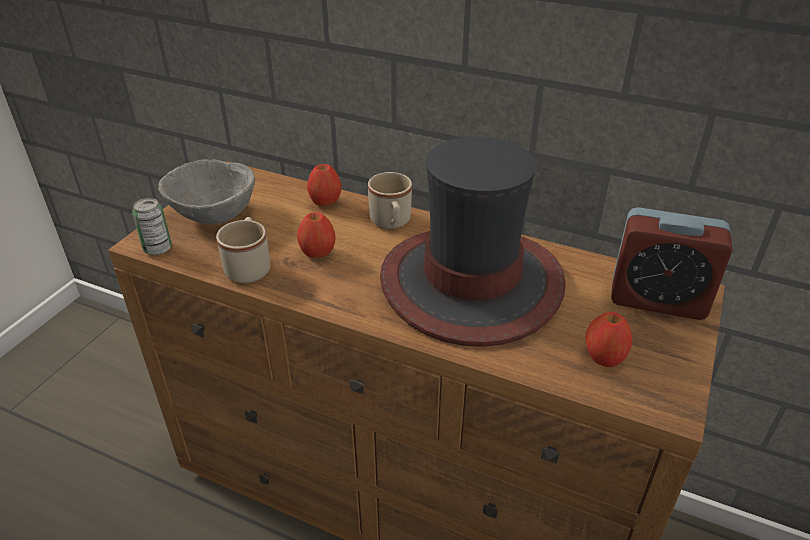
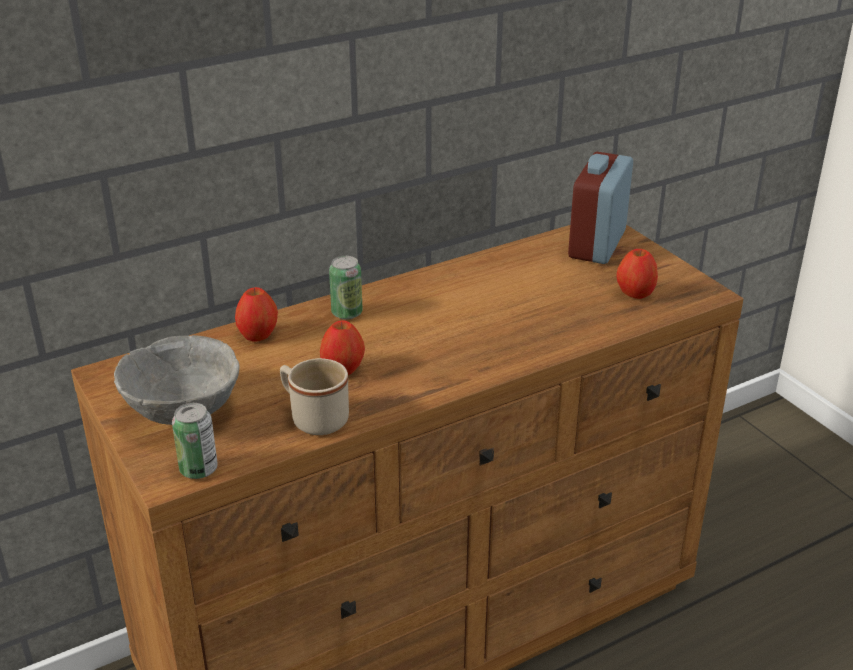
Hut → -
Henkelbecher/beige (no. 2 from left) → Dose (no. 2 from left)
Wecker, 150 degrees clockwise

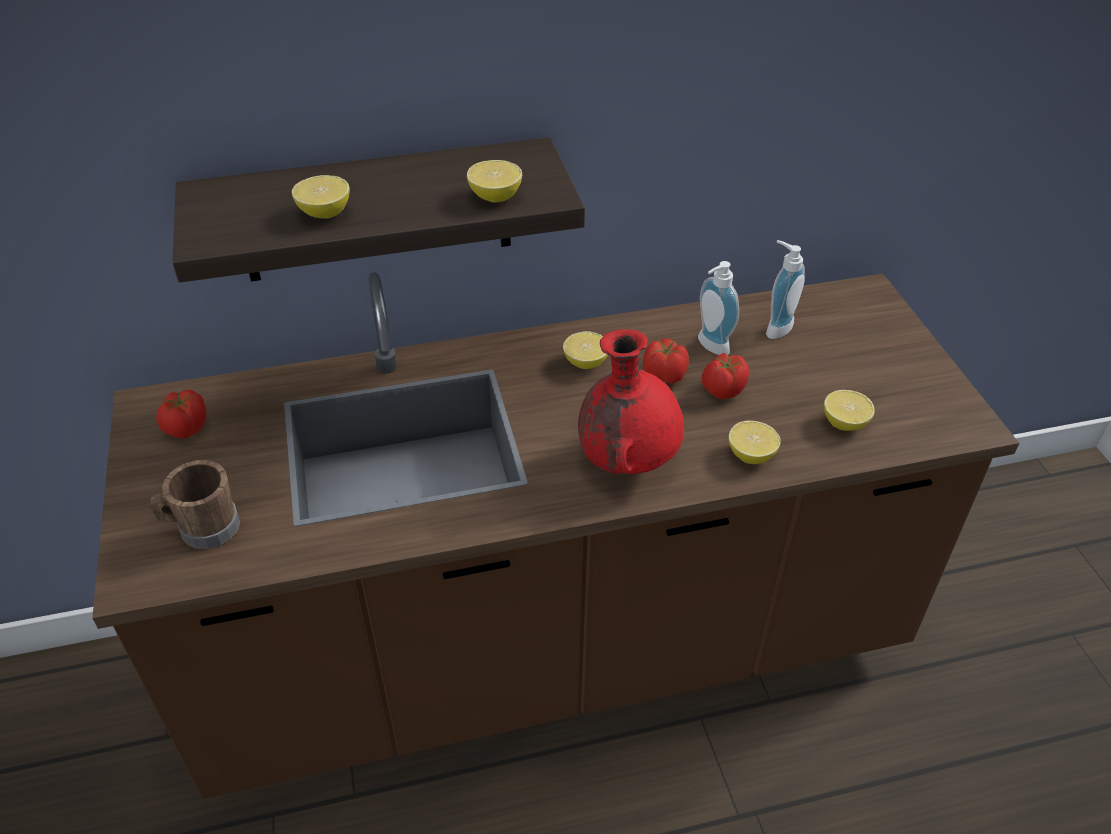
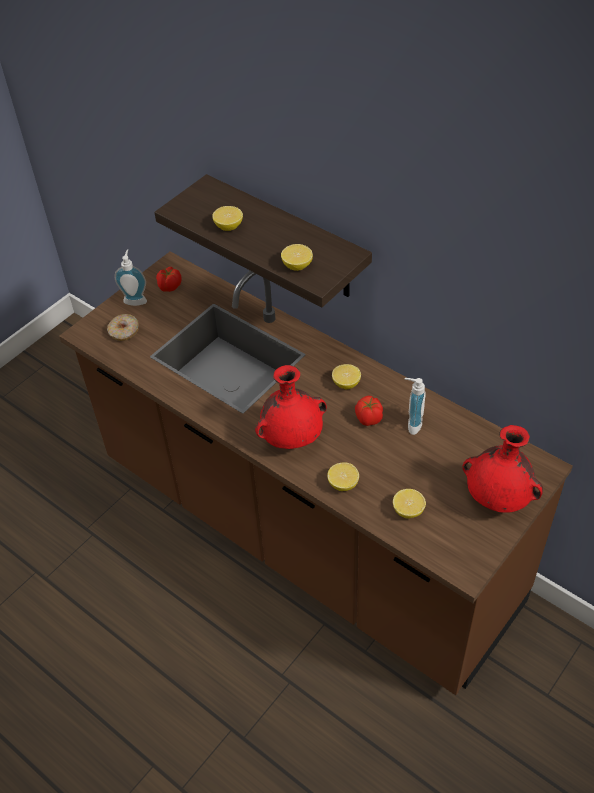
Tomate (no. 3 from left) → -
- → Vase/rot (no. 2 from left)
Seifenspender (no. 2 from left in the first image) → Seifenspender (no. 1 from left), relocated
Henkelbecher/braun → Donut

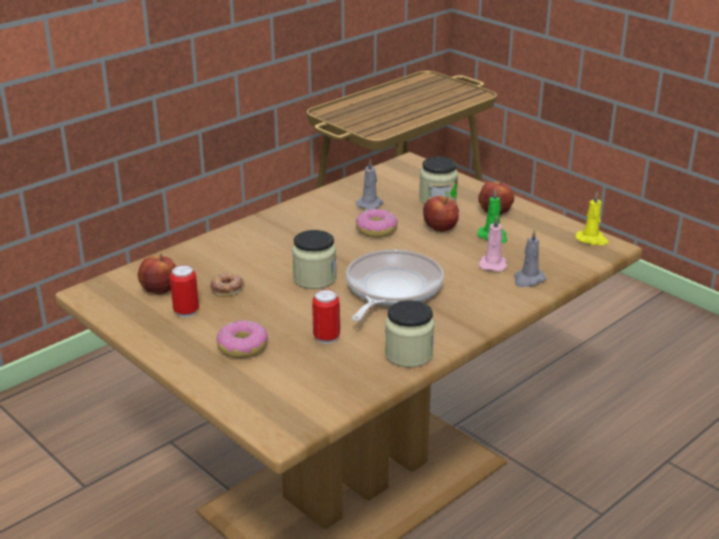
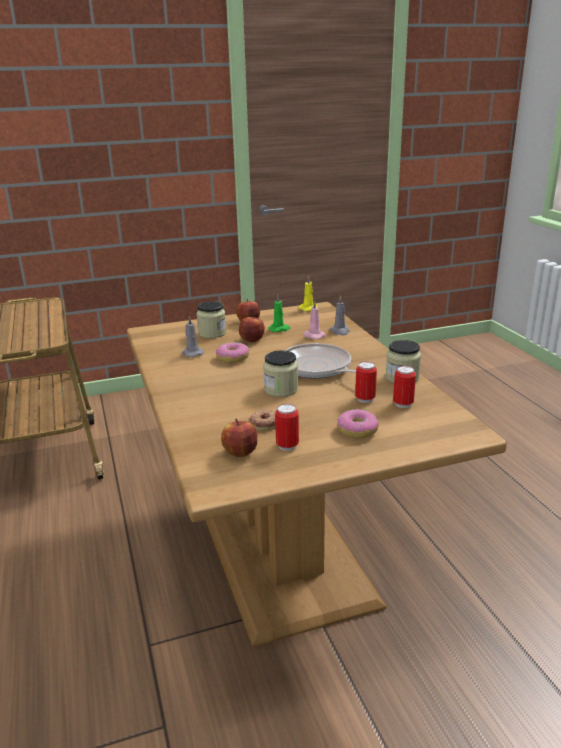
- → Dose (no. 3 from left)

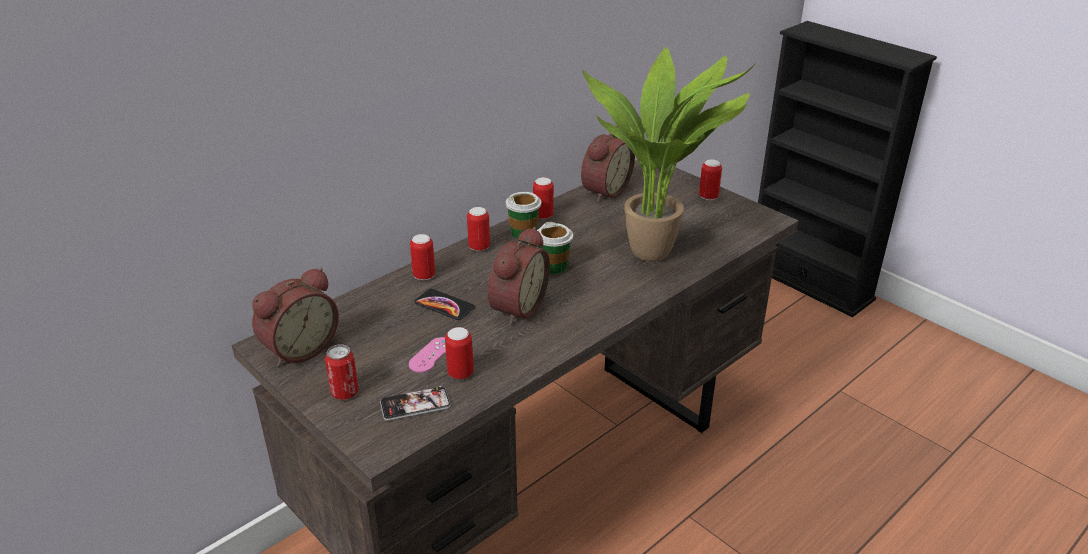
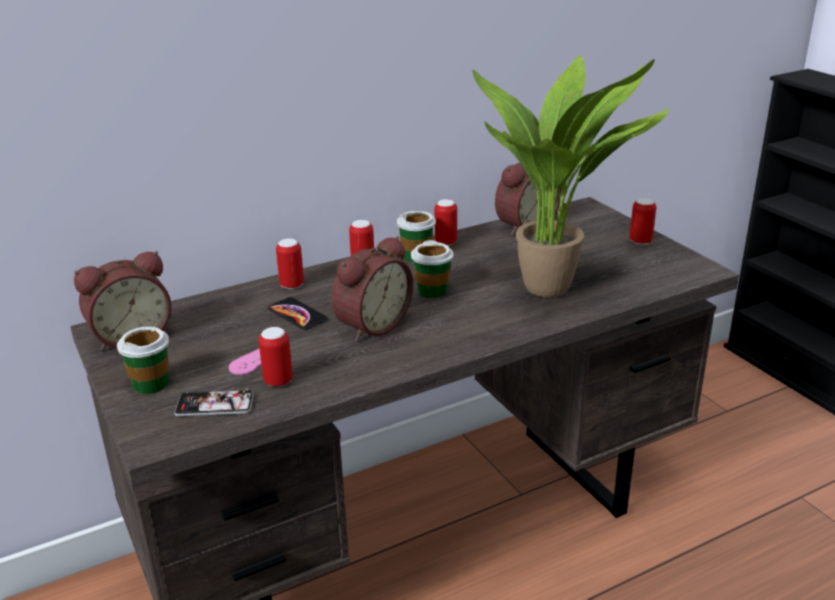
Dose (no. 1 from left) → Tasse (no. 1 from left)

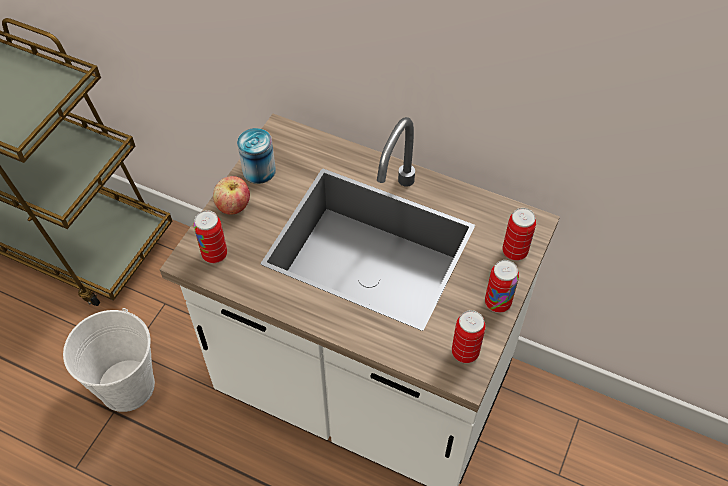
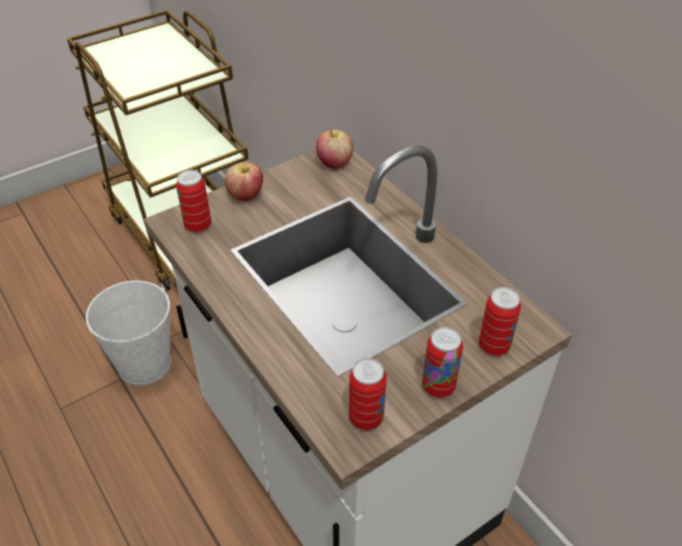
Dose (no. 2 from left) → -
- → Apfel (no. 2 from left)

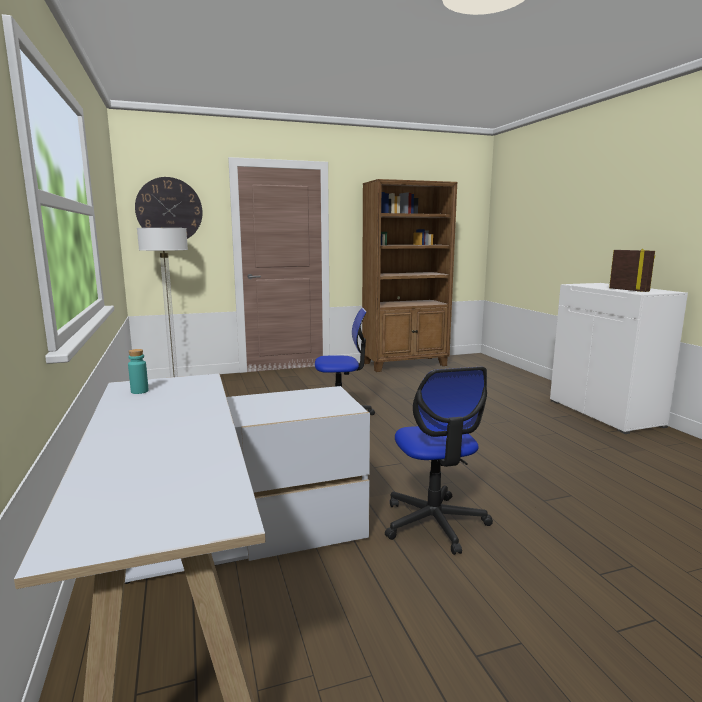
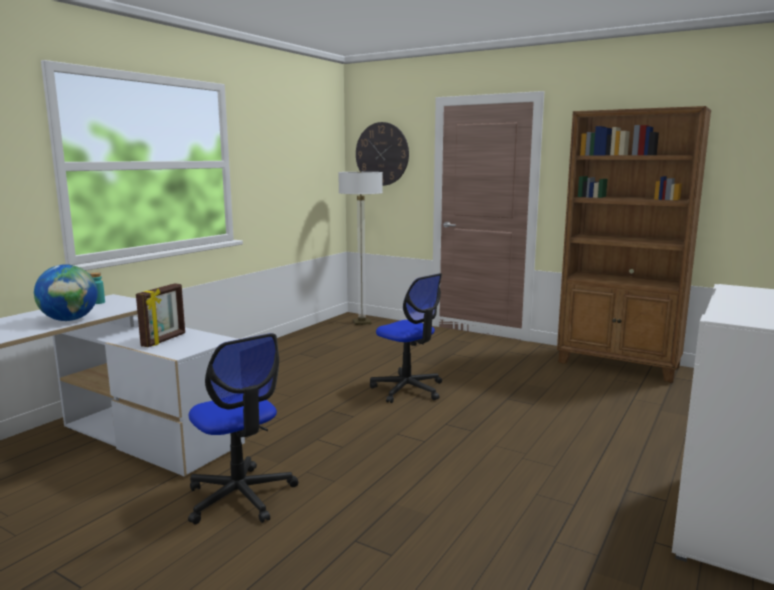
- → Globus
Bilderrahmen, relocated
Bürostuhl (no. 2 from left in the first image) → Bürostuhl (no. 1 from left), 75 degrees counterclockwise

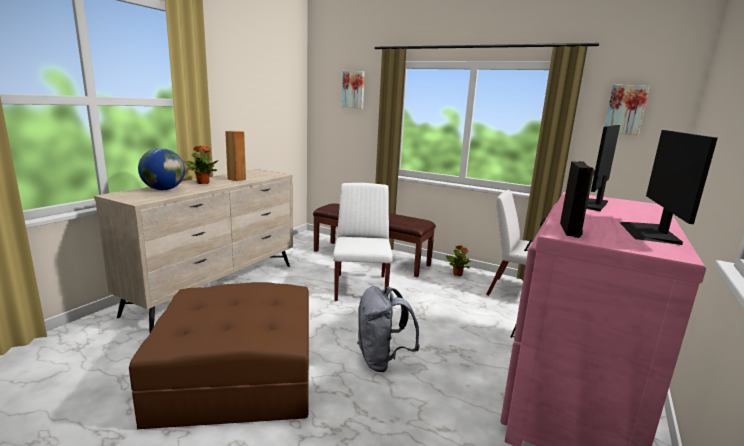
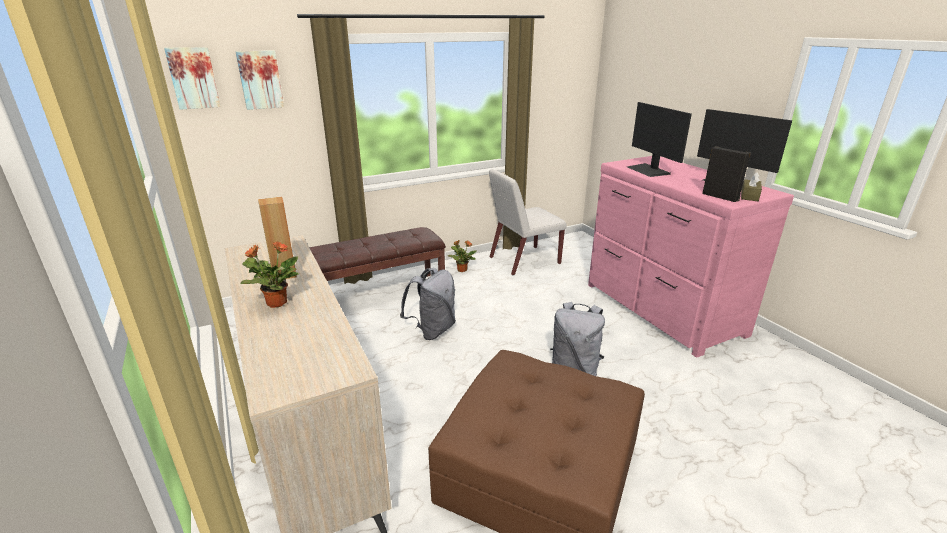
Globus → -
- → Taschentuchbox/braun
Bild (no. 2 from left in the first image) → Bild (no. 1 from left), relocated
Stuhl/weiß (no. 1 from left) → Rucksack/grau (no. 1 from left)

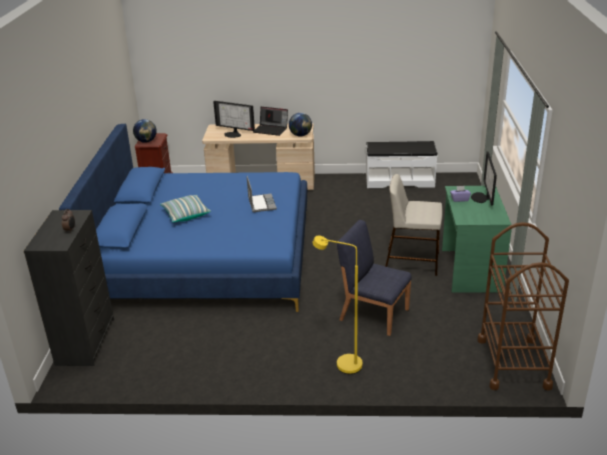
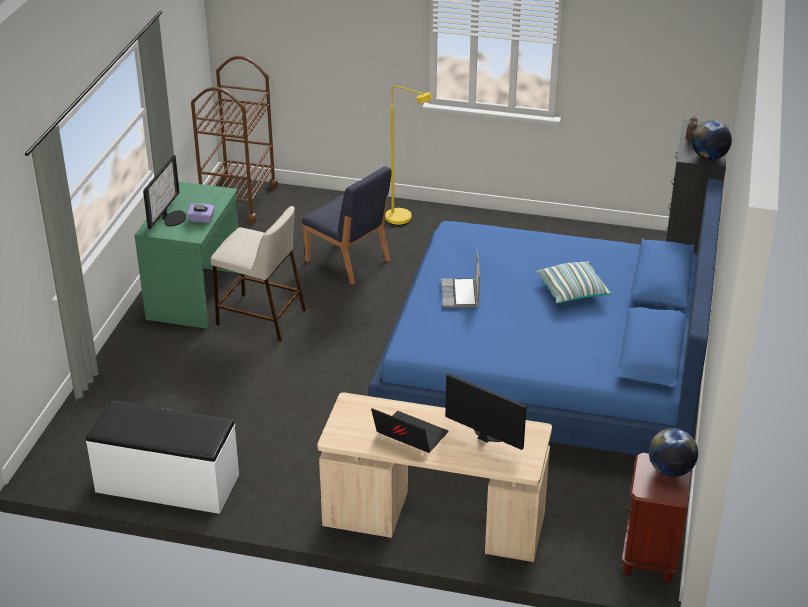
Globus (no. 2 from left), relocated

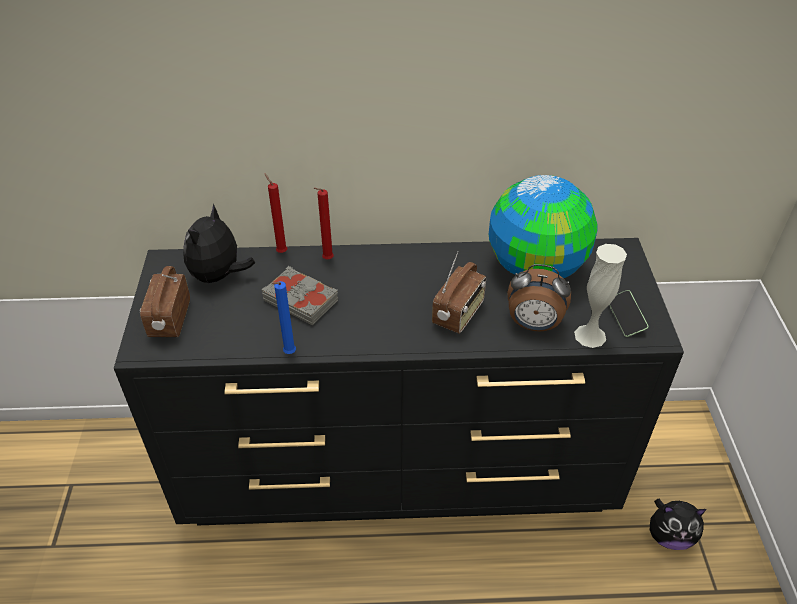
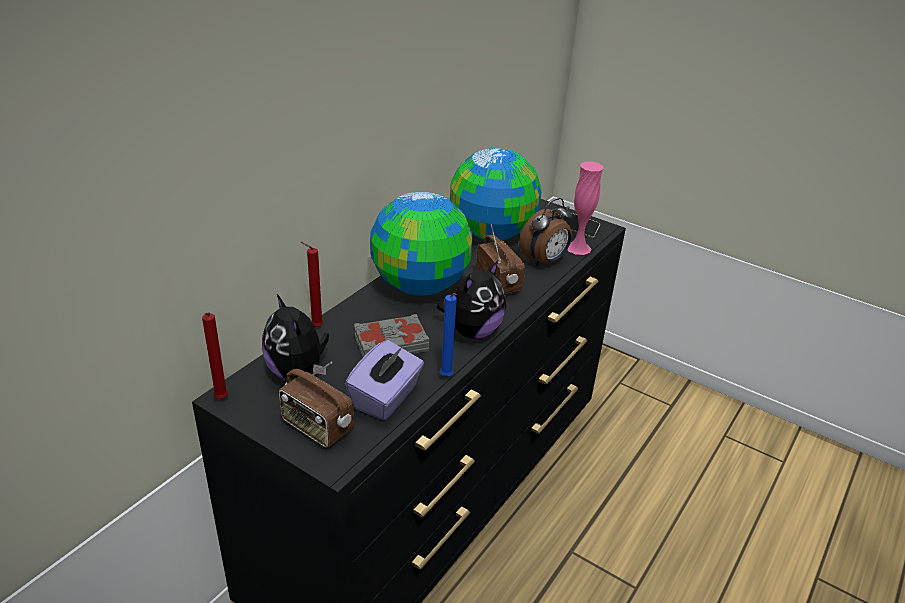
- → Taschentuchbox/lila
- → Globus (no. 1 from left)
Kerze/rot (no. 2 from left in the first image) → Kerze/rot (no. 1 from left), relocated
Plüschtier (no. 2 from left), relocated
Vase/weiß → Vase/rosa

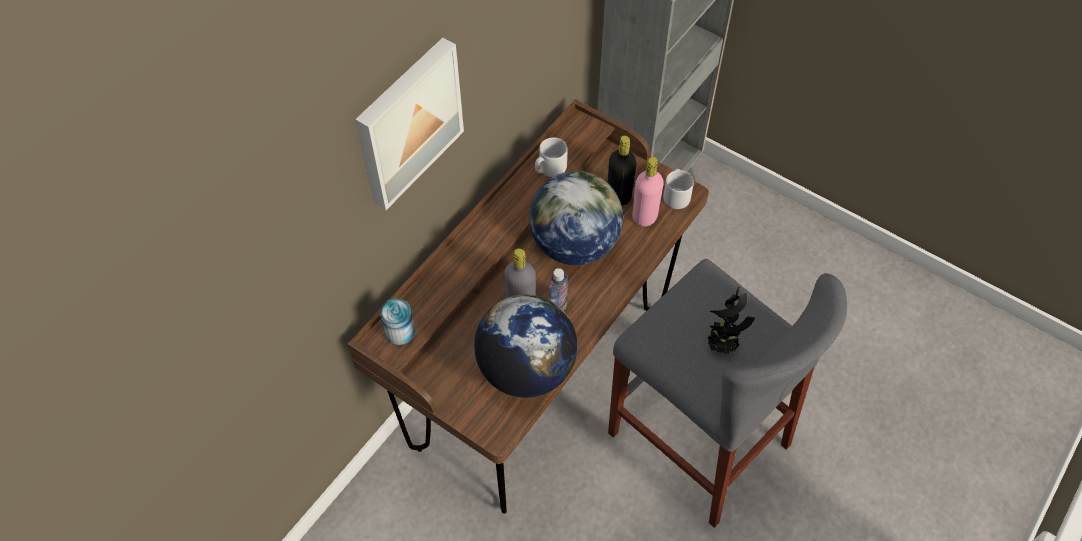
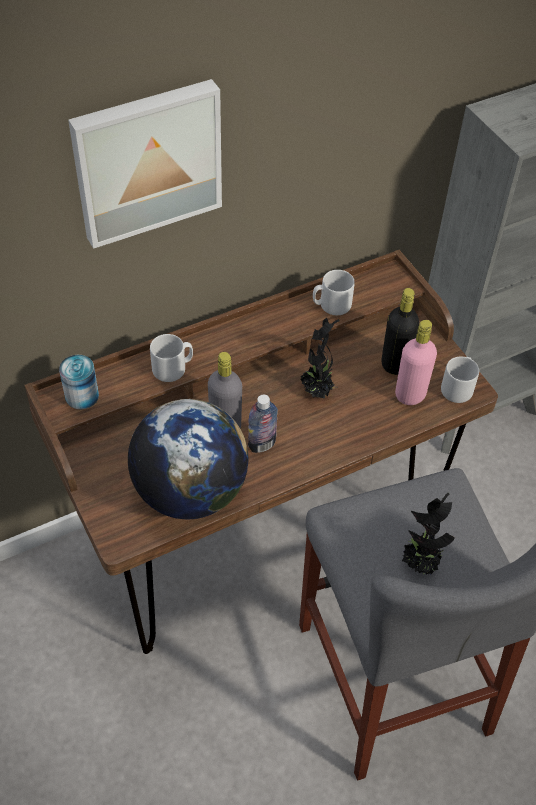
- → Henkelbecher/grau (no. 1 from left)
Globus (no. 2 from left) → Topfpflanze (no. 1 from left)

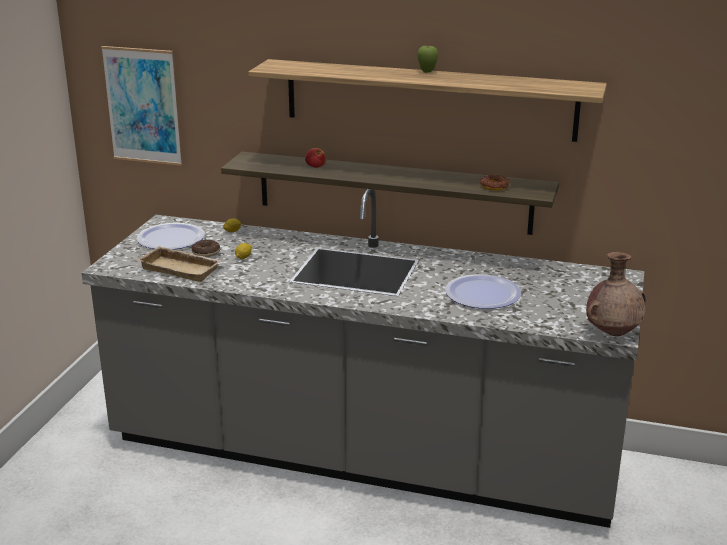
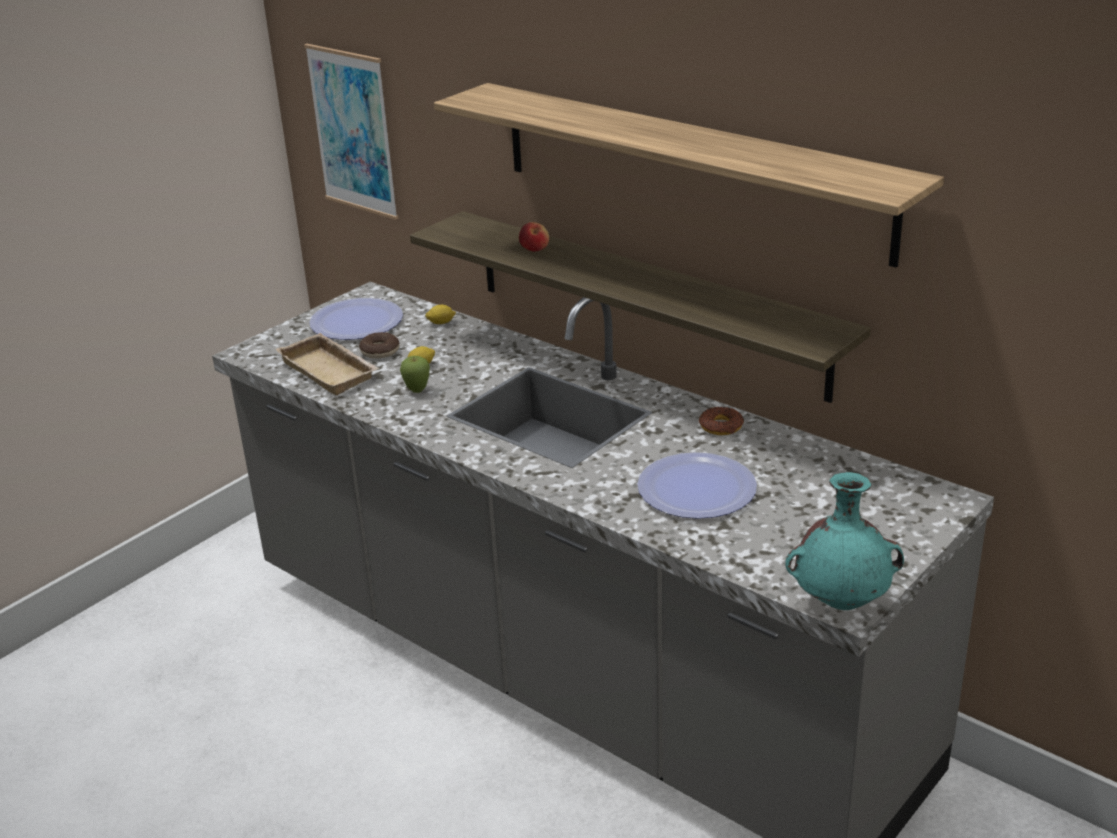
Apfel (no. 2 from left in the first image) → Apfel (no. 1 from left), relocated
Donut (no. 2 from left), relocated
Vase/braun → Vase/türkis

